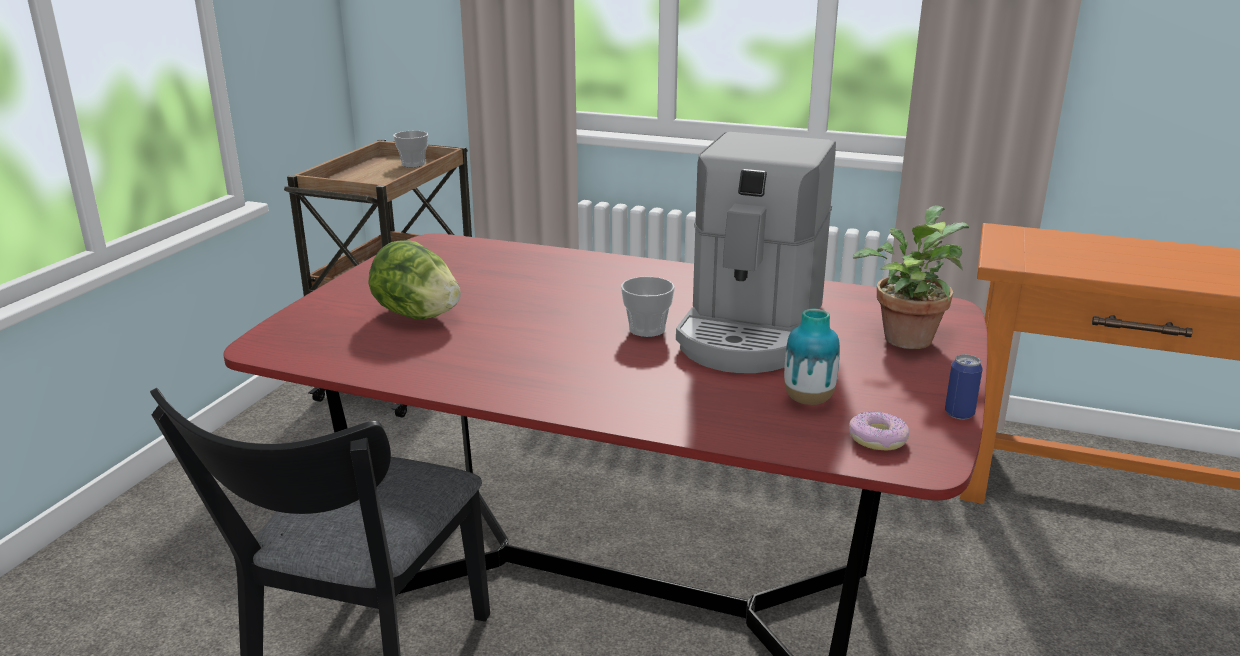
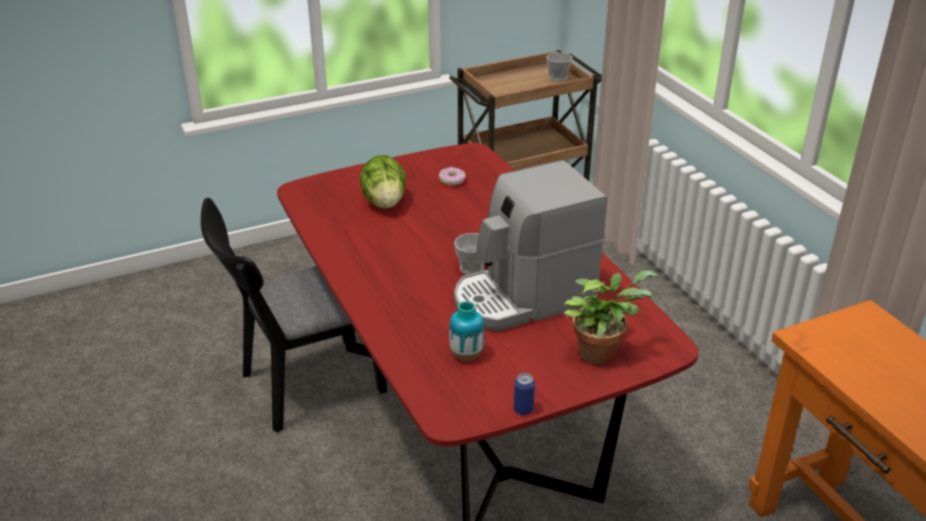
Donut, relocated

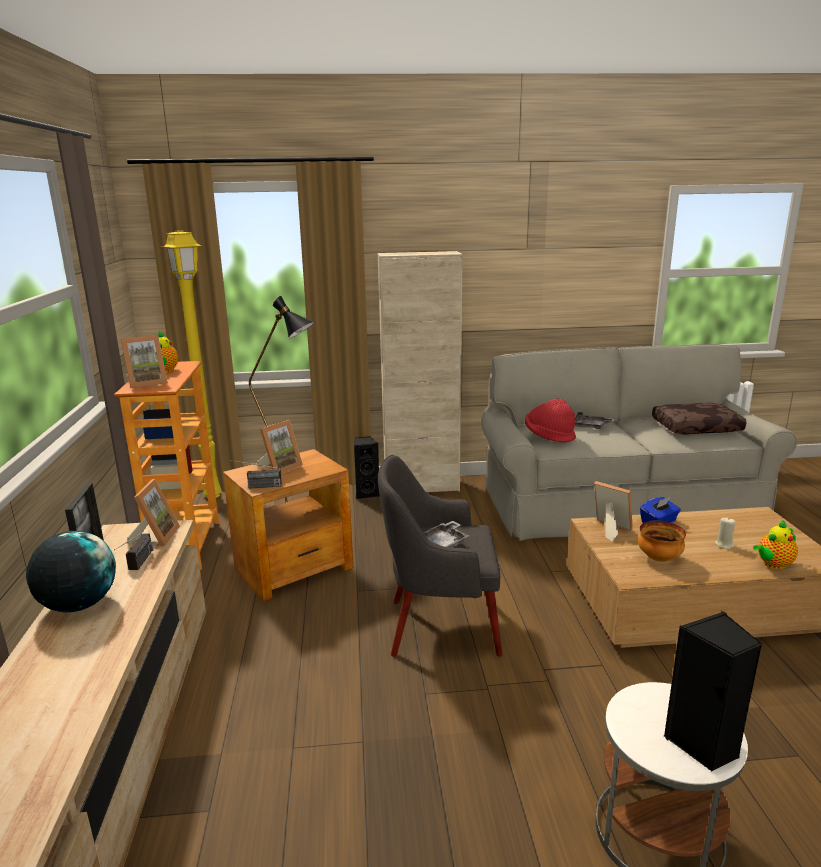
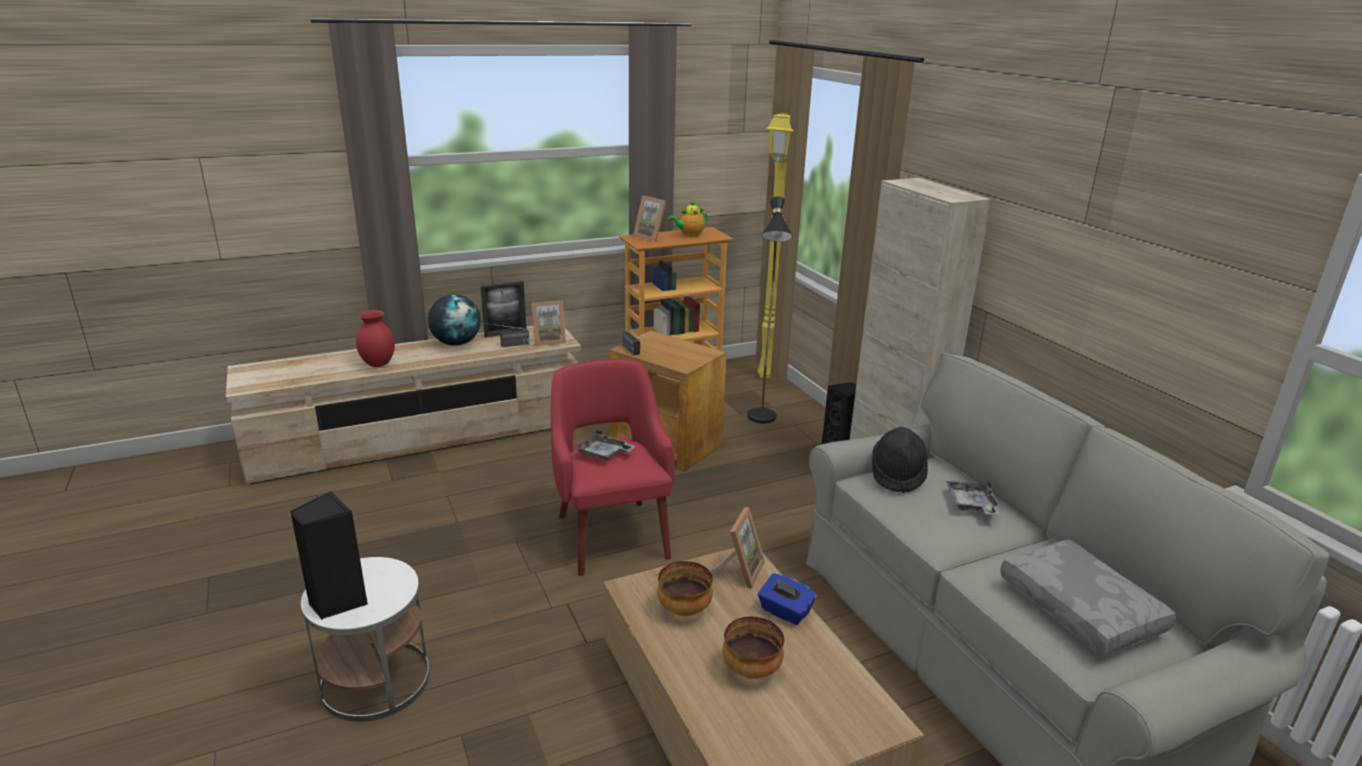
Bilderrahmen (no. 4 from left) → -
Teekanne (no. 2 from left) → -
- → Vase/rot
Kerze/beige → Schüssel (no. 2 from left)
Sessel/grau → Sessel/rot
Hut/rot → Hut/schwarz
Kissen/braun → Kissen/grau

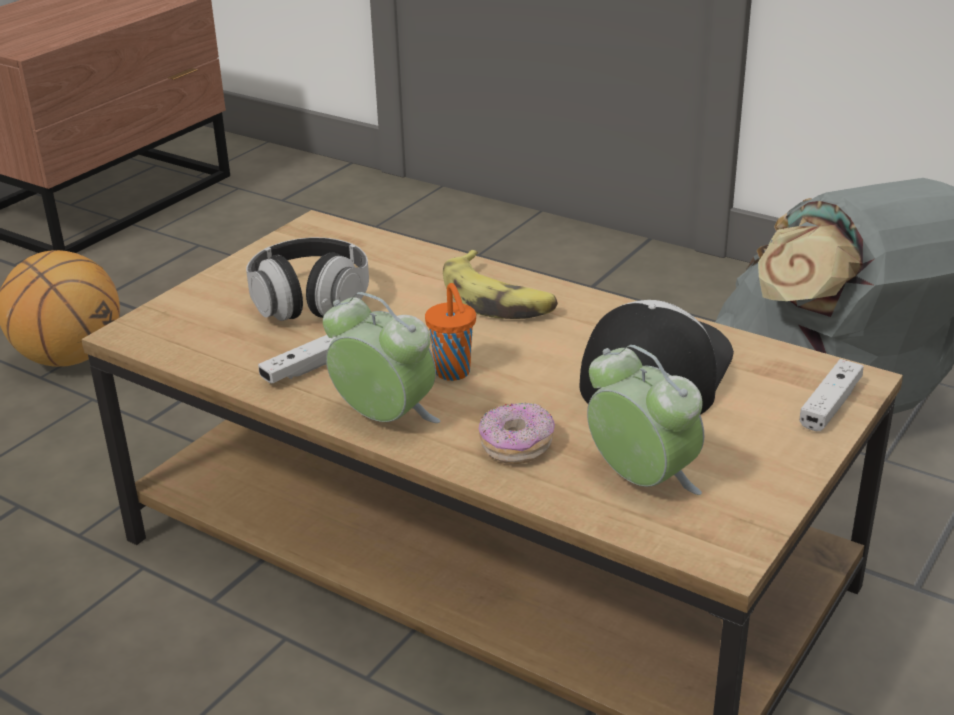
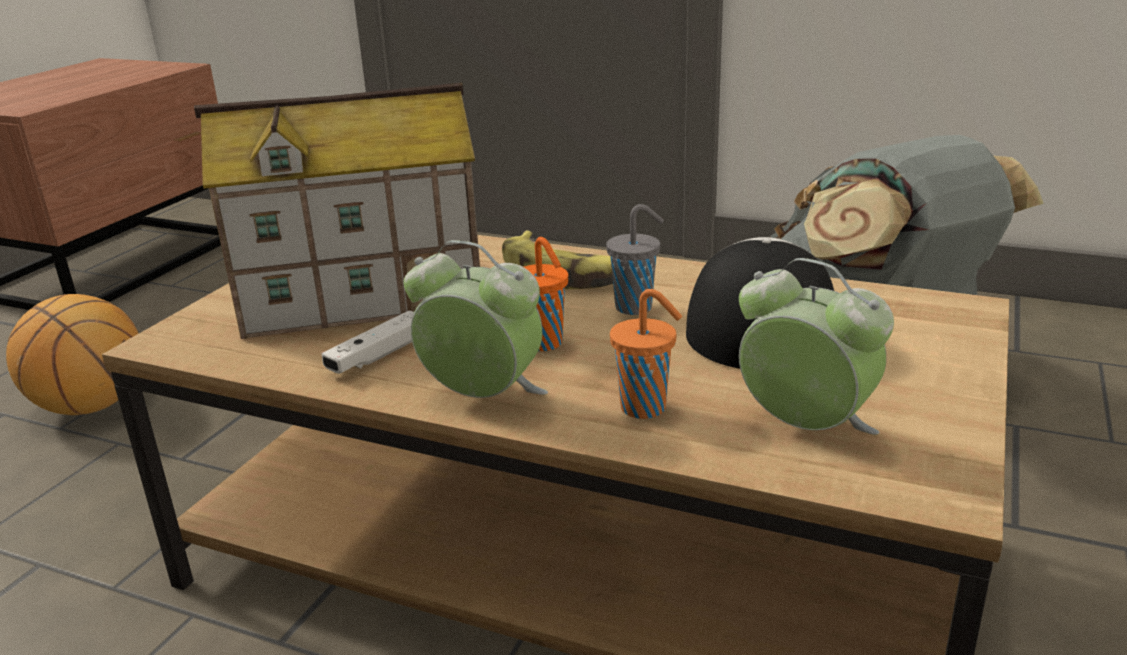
Gamepad/weiß (no. 2 from left) → -
- → Tasse/grau
Kopfhörer → Spielzeughaus
Donut → Tasse/orange (no. 2 from left)

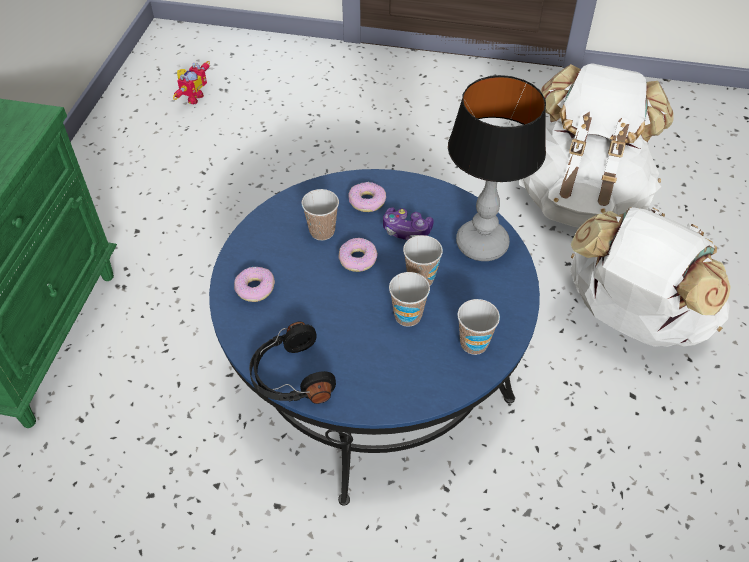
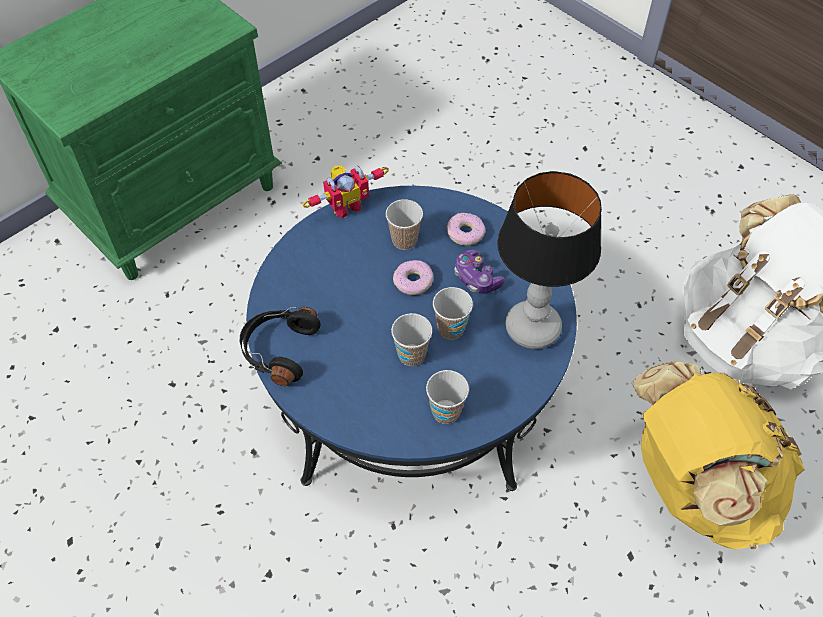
Donut (no. 1 from left) → -
Spielzeugroboter, relocated
Rucksack/weiß (no. 2 from left) → Rucksack/gelb

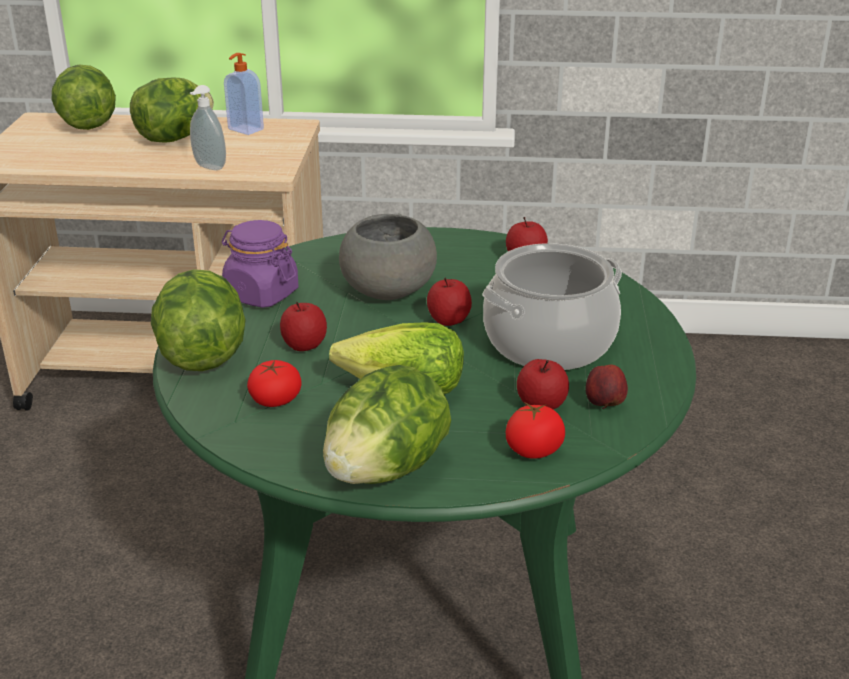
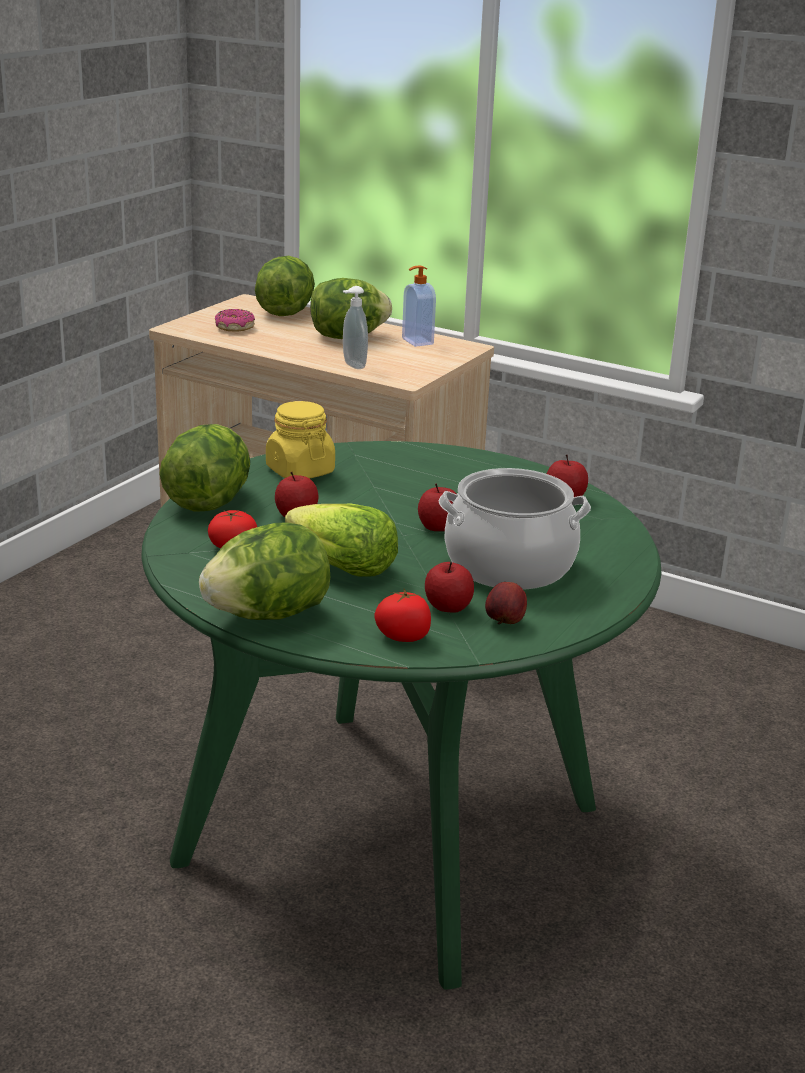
Schüssel/grau → -
- → Donut
Vorratsglas/lila → Vorratsglas/gelb

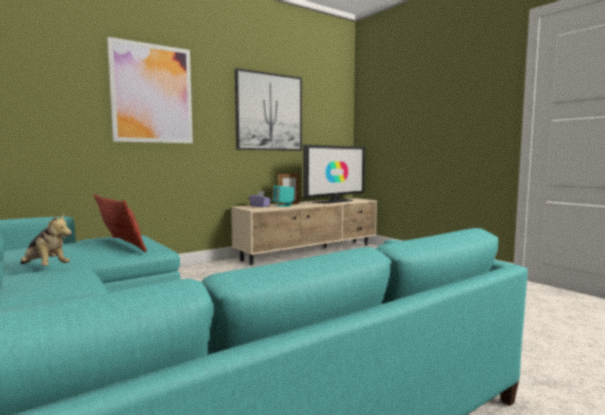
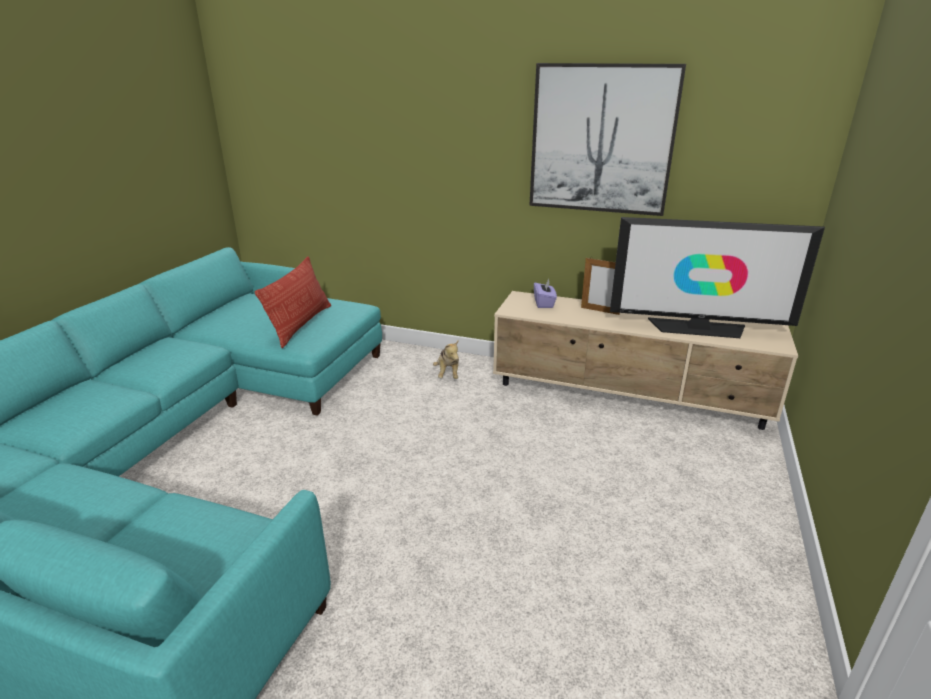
Bild (no. 1 from left) → -
Lautsprecher/türkis → -
Plüschtier, relocated

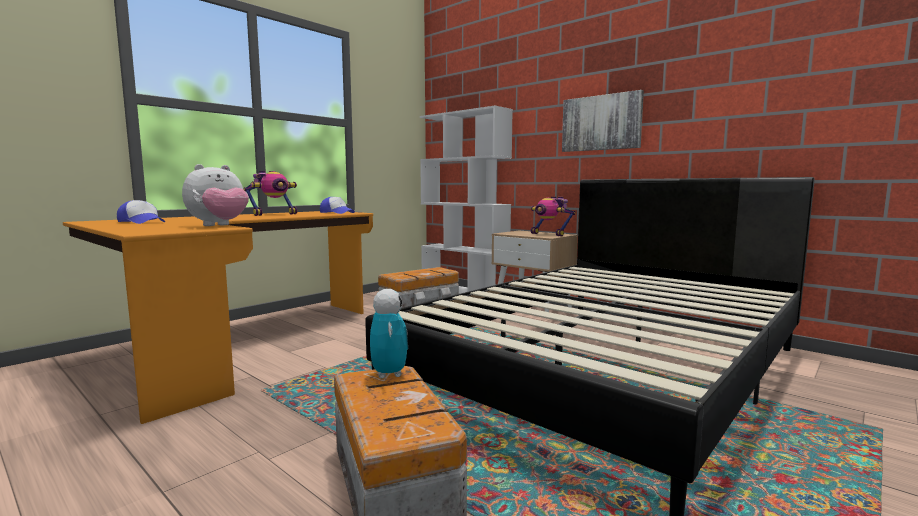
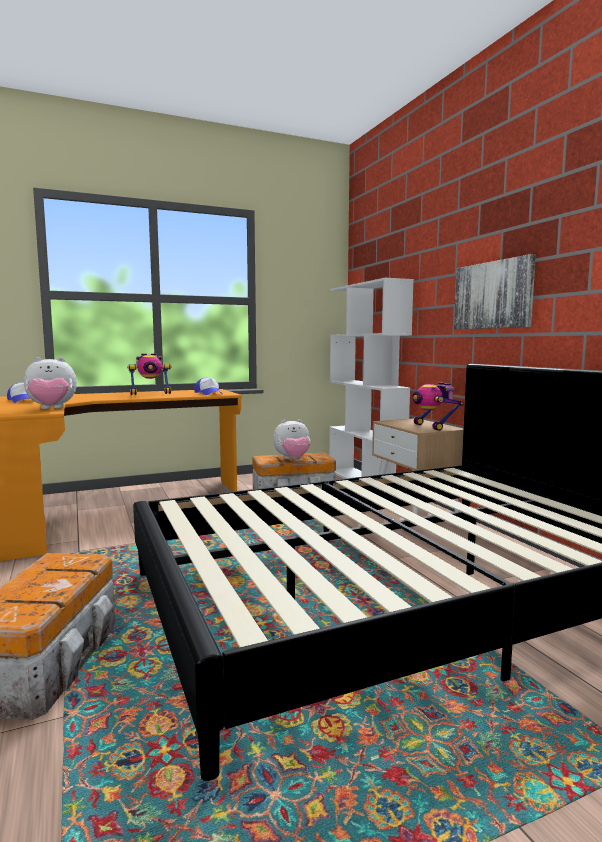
Spielzeugroboter (no. 2 from left) → -
- → Plüschtier (no. 2 from left)

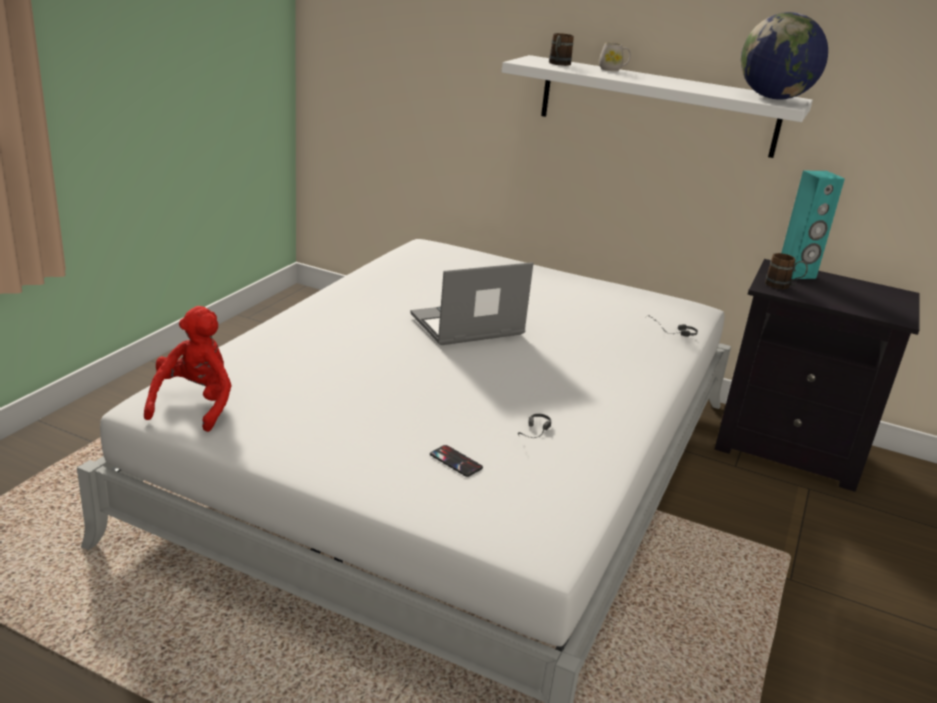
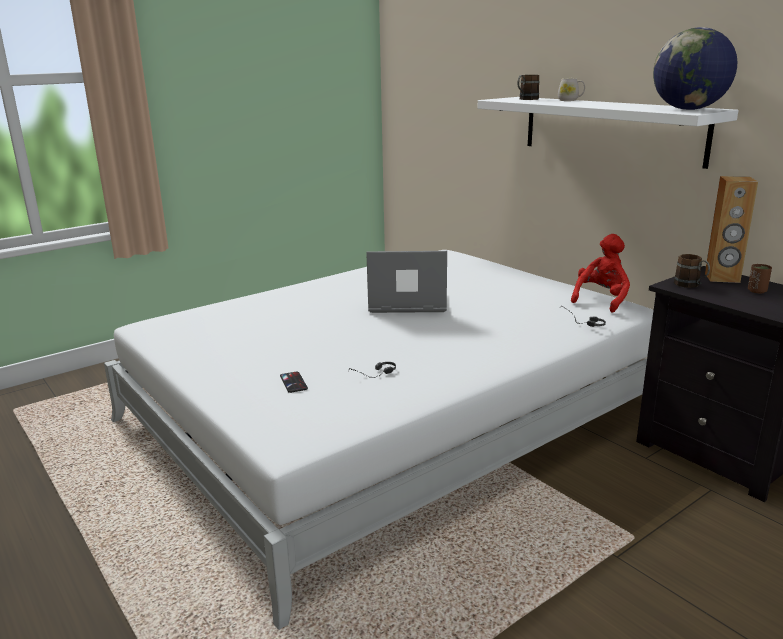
- → Tasse/braun
Plüschtier/rot, relocated
Lautsprecher/türkis → Lautsprecher/braun

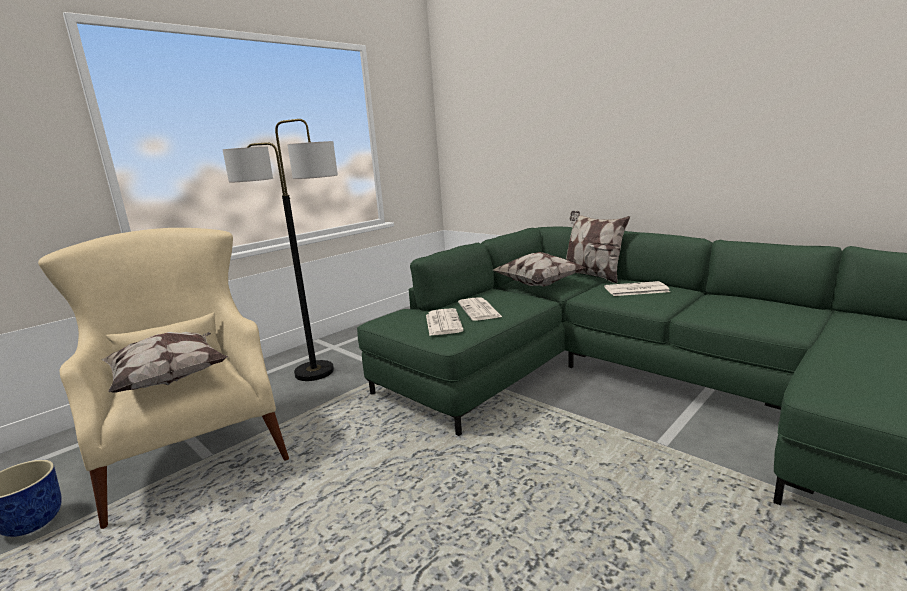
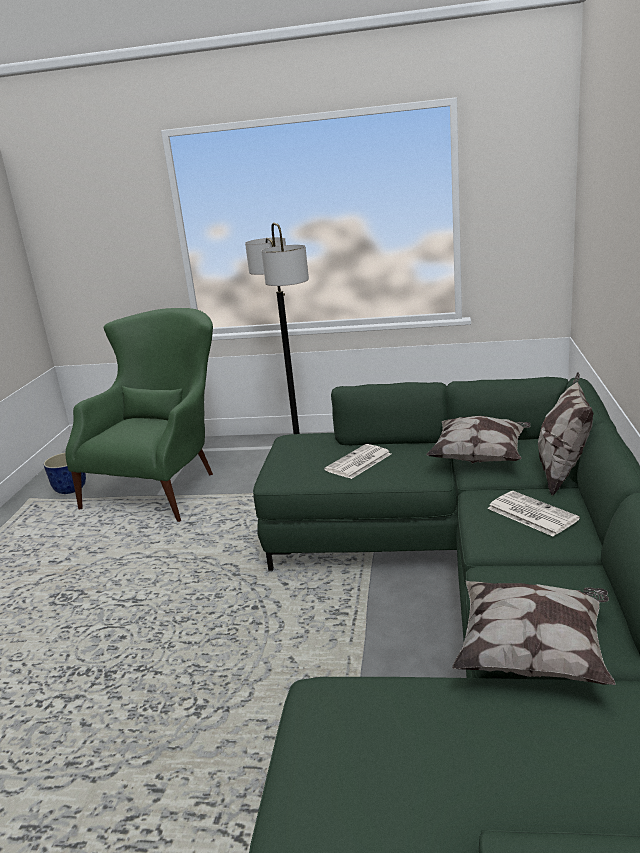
Zeitung (no. 1 from left) → -
Kissen (no. 1 from left in the first image) → Kissen (no. 2 from left), relocated
Sessel/beige → Sessel/grün

